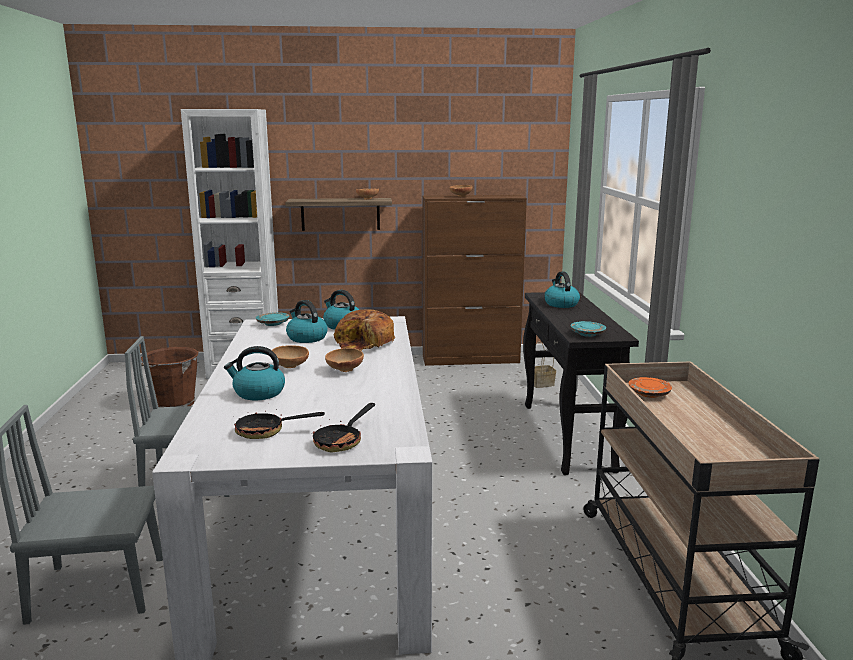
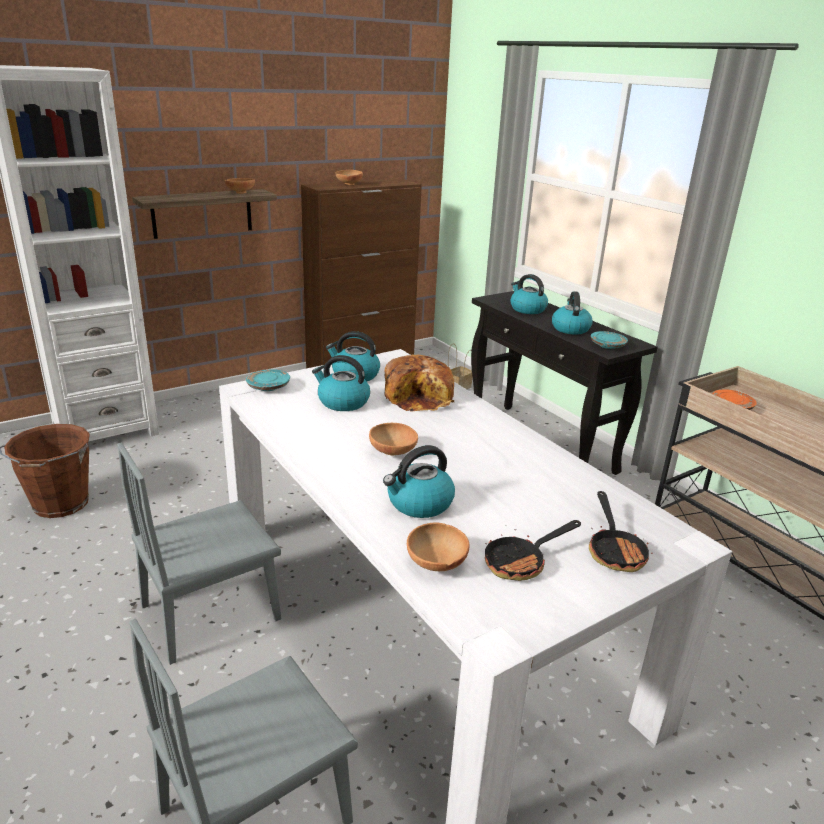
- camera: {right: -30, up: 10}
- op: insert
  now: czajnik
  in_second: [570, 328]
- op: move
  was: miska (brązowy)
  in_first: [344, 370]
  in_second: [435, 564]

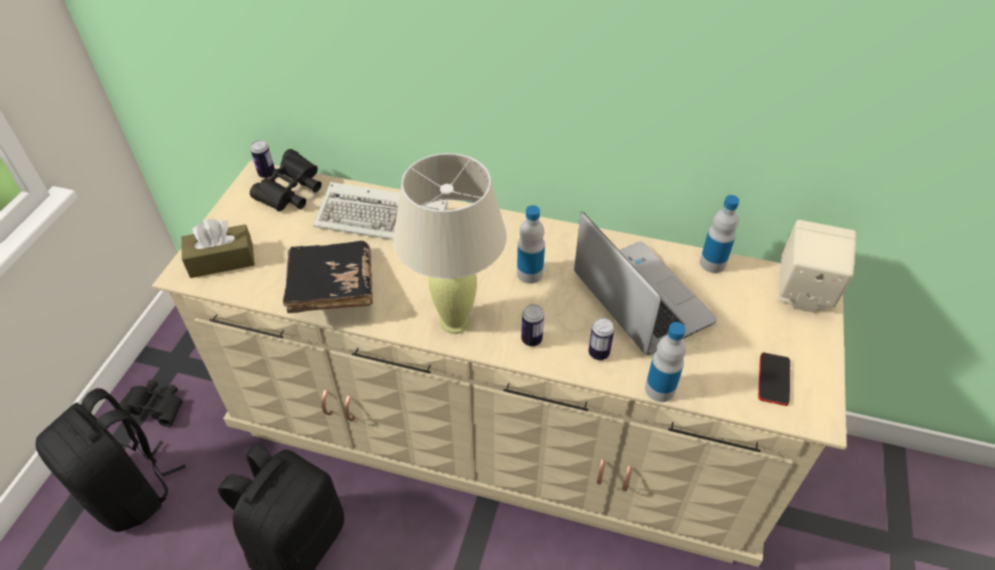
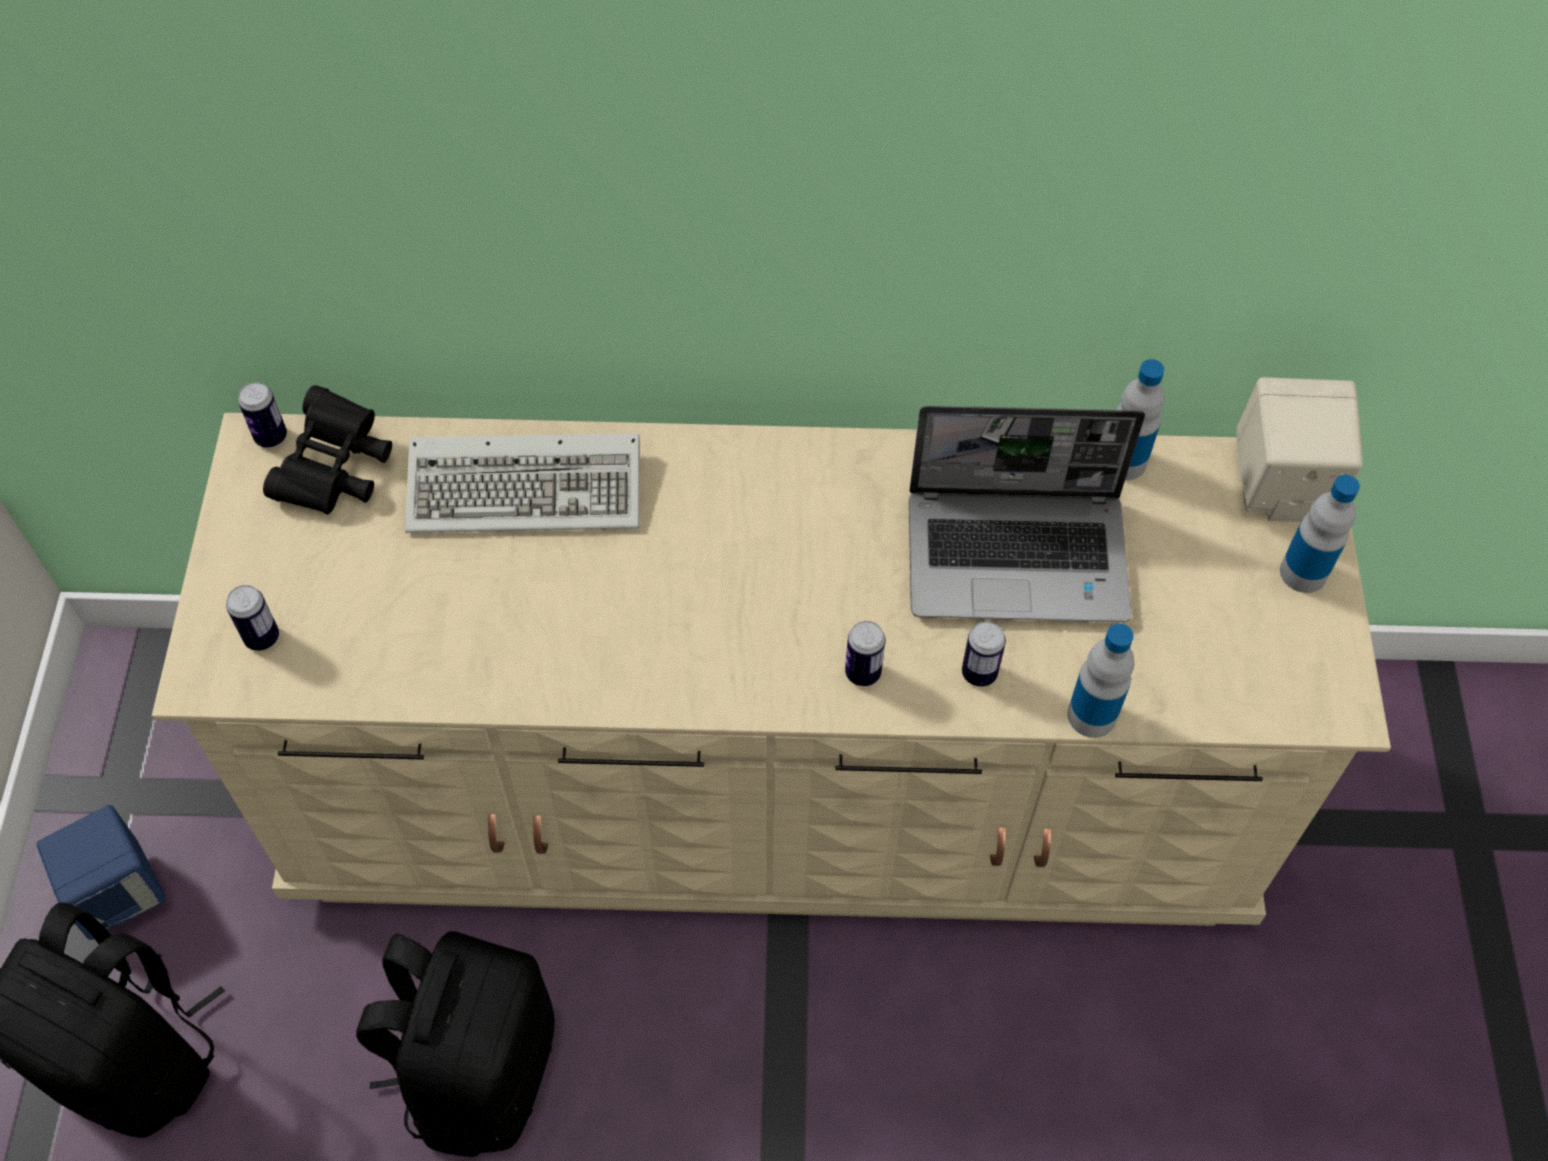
- camera: {right: -15, up: 10}
- op: delete
  was: książka (czarny)
  in_first: [331, 289]
- op: delete
  was: lampa stołowa (beżowy)
  in_first: [455, 321]
- op: delete
  was: telefon
  in_first: [774, 379]
- op: move
  was: butelka
  in_first: [529, 273]
  in_second: [1303, 573]
- op: replace
  was: lornetka (czarny)
  now: głośnik (niebieski)
  in_first: [157, 408]
  in_second: [120, 893]
- op: replace
  was: pudełko chusteczek (brązowy)
  now: puszka
  in_first: [222, 260]
  in_second: [262, 637]
- op: rotate
  was: laptop
  in_first: [639, 298]
  in_second: [1019, 555]
  clockwise: 135

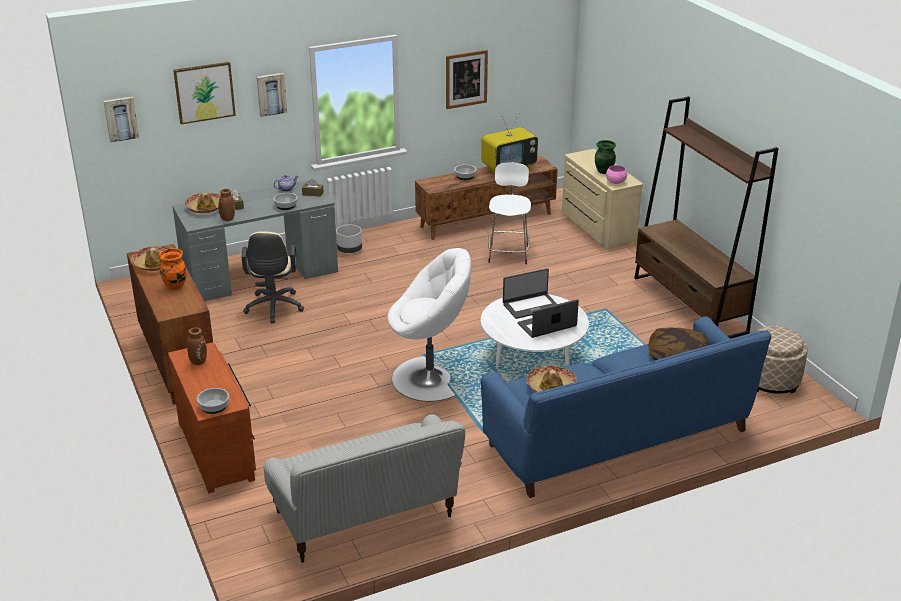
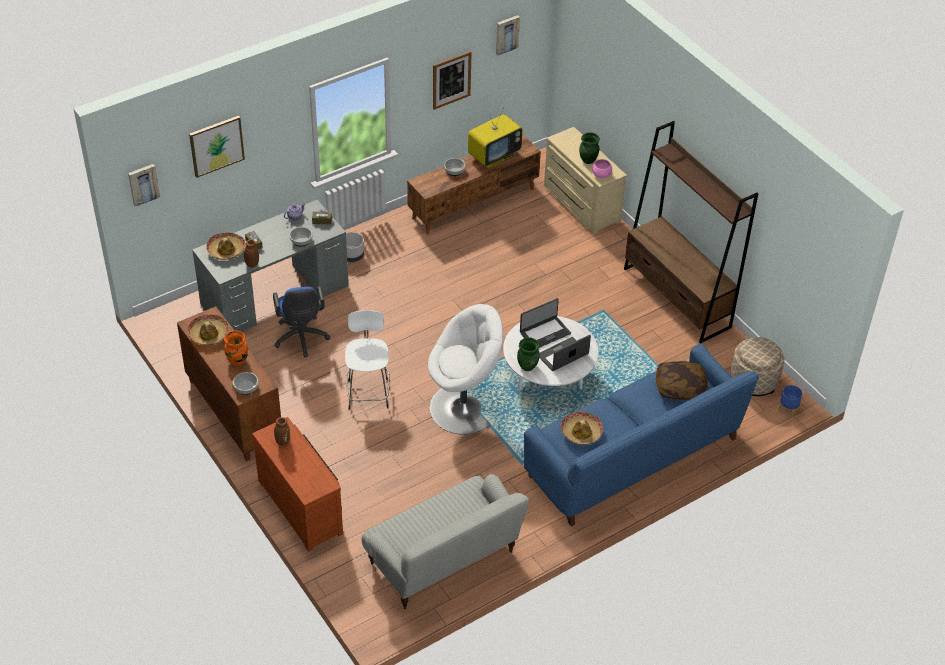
- camera: {right: -10, up: 15}
- op: insert
  now: wazon (zielony)
  in_second: [527, 366]
- op: insert
  now: donica (niebieski)
  in_second: [788, 409]
- op: move
  was: miska
  in_first: [214, 406]
  in_second: [246, 387]
- op: move
  was: obraz
  in_first: [271, 94]
  in_second: [506, 34]
- op: move
  was: stołek (biały)
  in_first: [508, 253]
  in_second: [368, 392]
- op: recolor
  was: krzesło biurowe (beżowy)
  now: krzesło biurowe (niebieski)
  in_first: [273, 309]
  in_second: [301, 339]

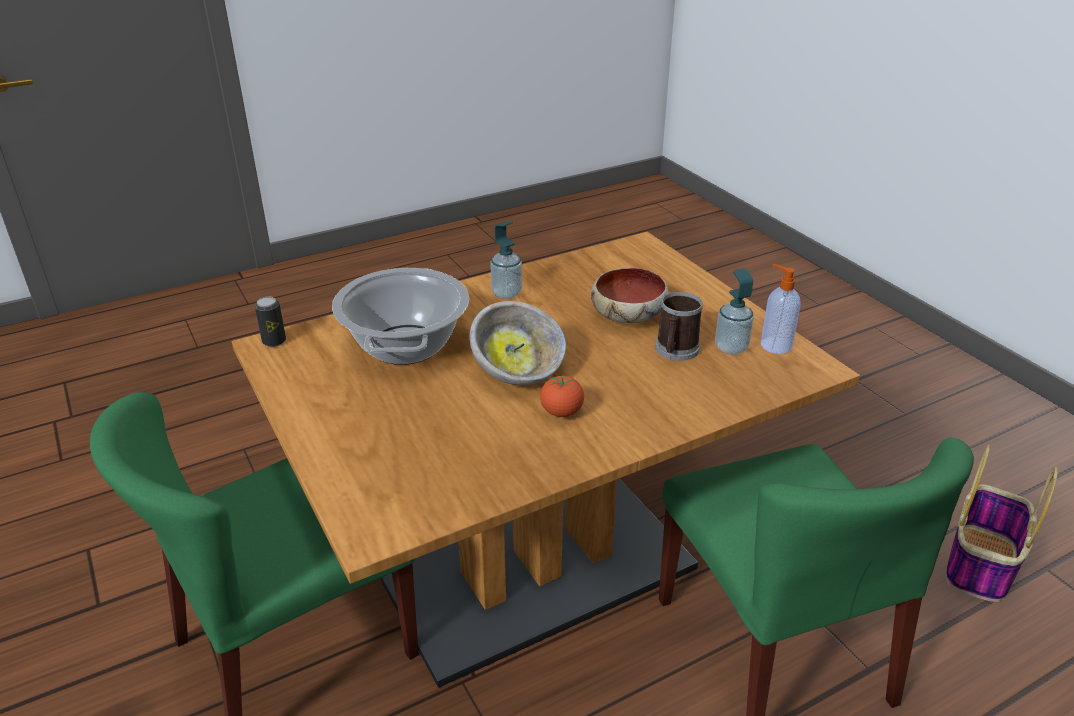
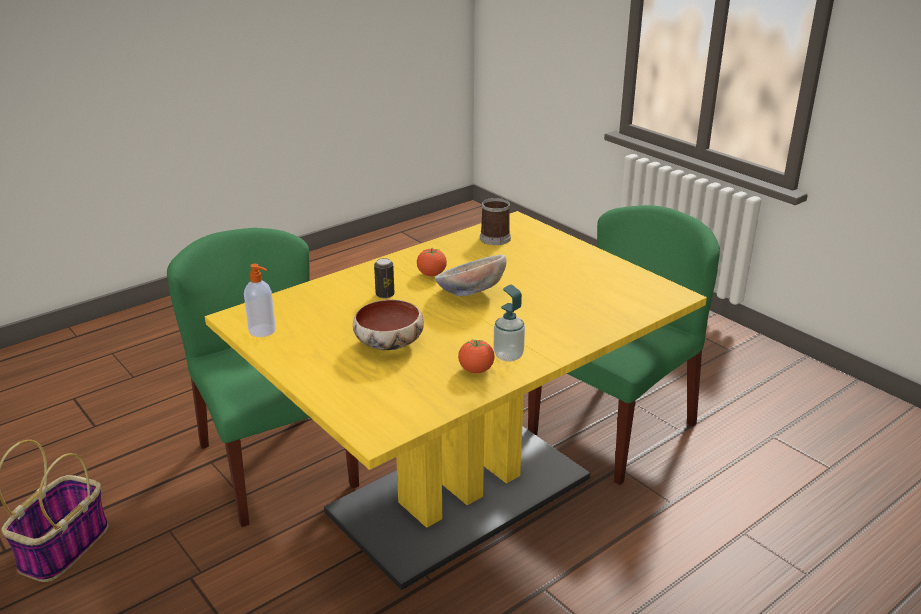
- camera: {right: 170, up: -5}
- op: delete
  was: garnek
  in_first: [405, 345]
- op: delete
  was: dozownik mydła
  in_first: [731, 348]
- op: insert
  now: pomidor
  in_second: [476, 370]
- op: move
  was: puszka
  in_first: [274, 341]
  in_second: [385, 294]
- op: move
  was: kubek
  in_first: [675, 351]
  in_second: [496, 237]
- op: recolor
  was: stół jadalny (brązowy)
  now: stół jadalny (żółty)
  in_first: [537, 570]
  in_second: [460, 495]

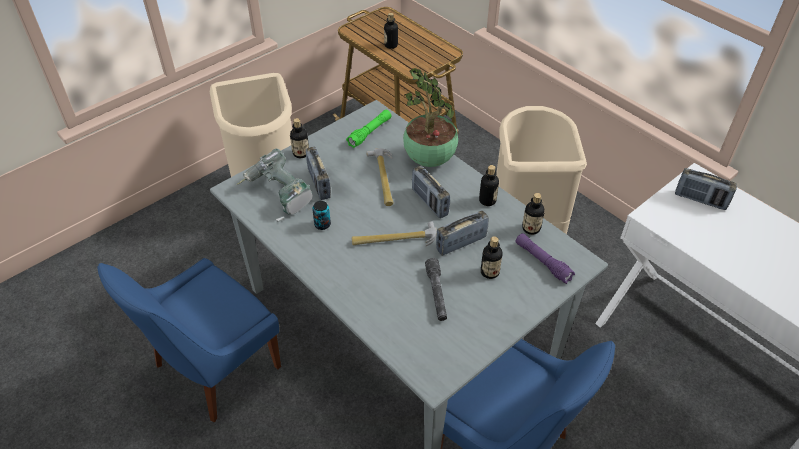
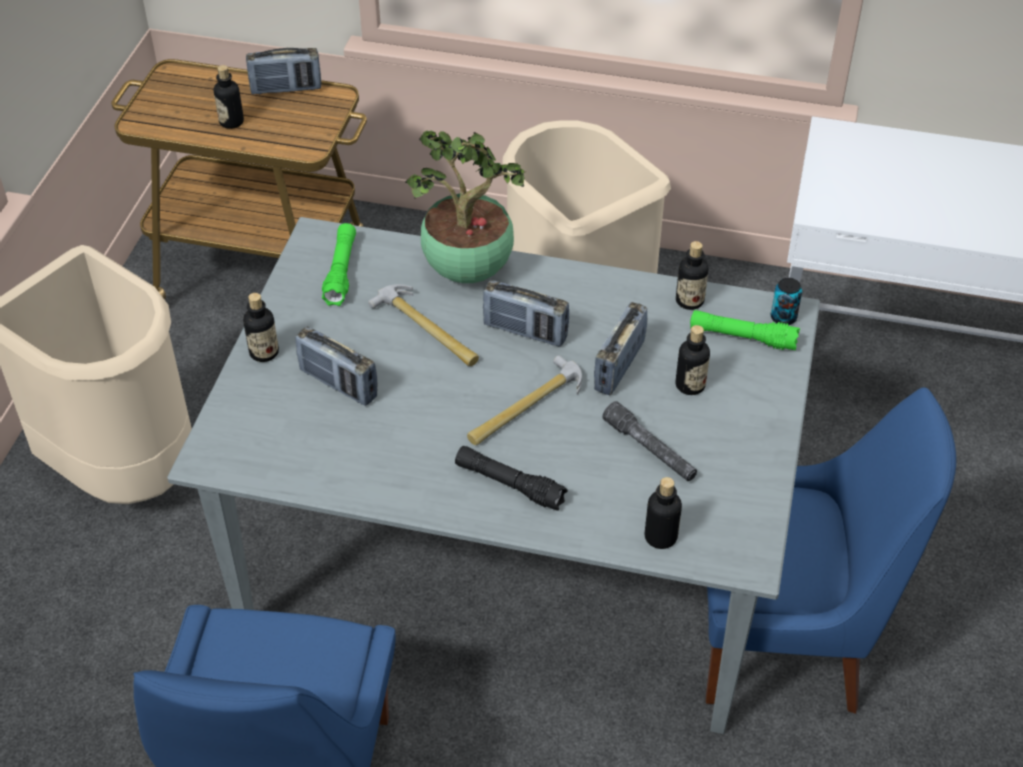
- camera: {right: -35, up: 0}
- op: delete
  was: wiertarka
  in_first: [277, 195]
- op: insert
  now: latarka (czarny)
  in_second: [509, 485]
- op: move
  was: puszka
  in_first: [322, 225]
  in_second: [783, 318]
- op: move
  was: butelka
  in_first: [487, 200]
  in_second: [660, 537]
- op: move
  was: radio
  in_first: [700, 200]
  in_second: [286, 89]
- op: recolor
  was: latarka (fioletowy)
  now: latarka (zielony)
  in_first: [542, 262]
  in_second: [742, 337]

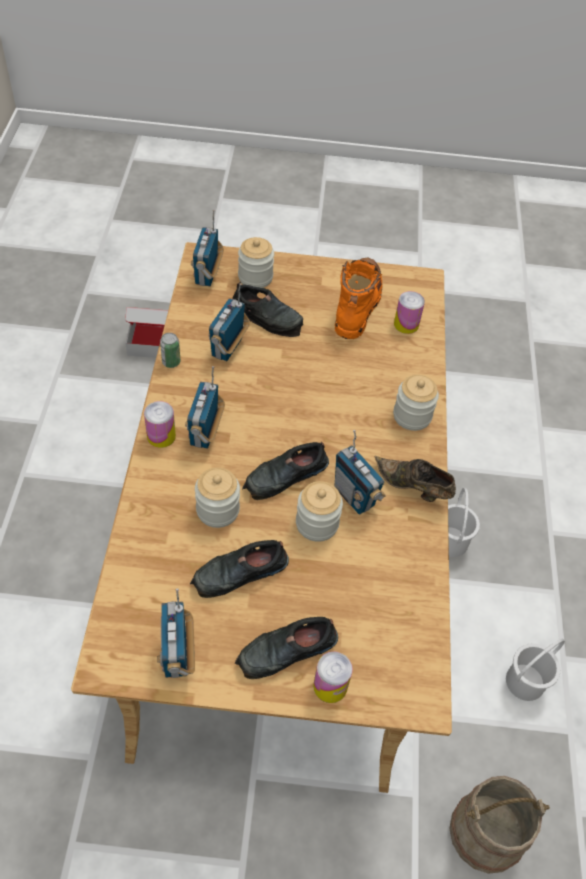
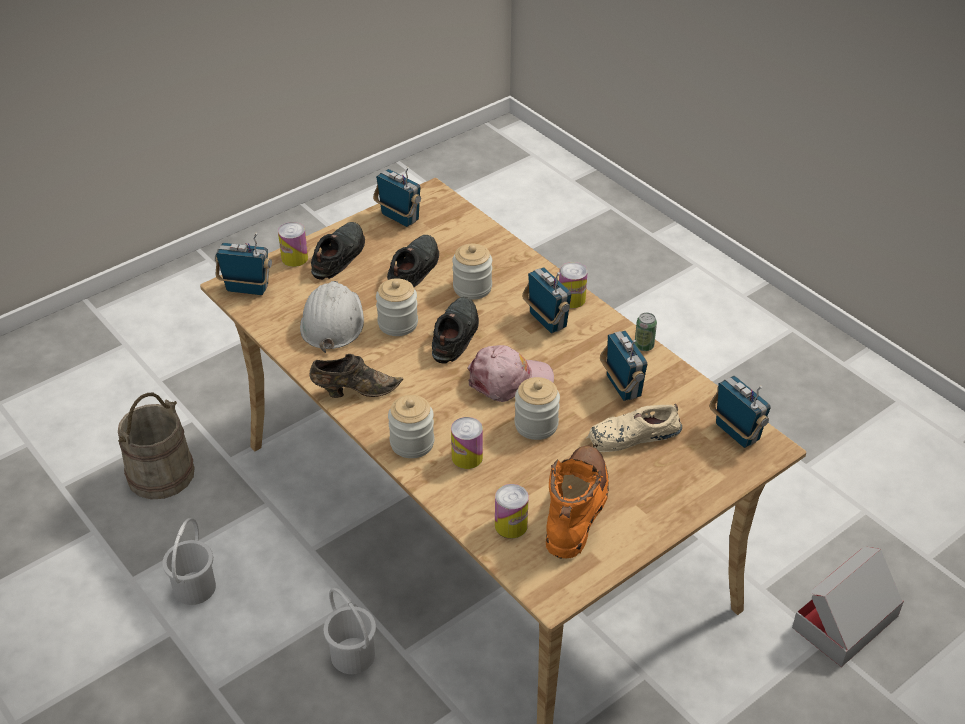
- camera: {right: 140, up: -10}
- op: insert
  now: kask (biały)
  in_second: [332, 322]
- op: insert
  now: puszka
  in_second: [467, 457]
- op: insert
  now: czapka z daszkiem (różowy)
  in_second: [510, 380]
- op: move
  was: słoik
  in_first: [255, 277]
  in_second: [536, 425]
- op: move
  was: radio
  in_first: [354, 496]
  in_second: [247, 289]
- op: recolor
  was: but (czarny)
  now: but (beżowy)
  in_first: [268, 317]
  in_second: [632, 436]
- op: rotate
  was: but z cholewką (pomarańczowy)
  in_first: [357, 305]
  in_second: [576, 509]
  clockwise: -135

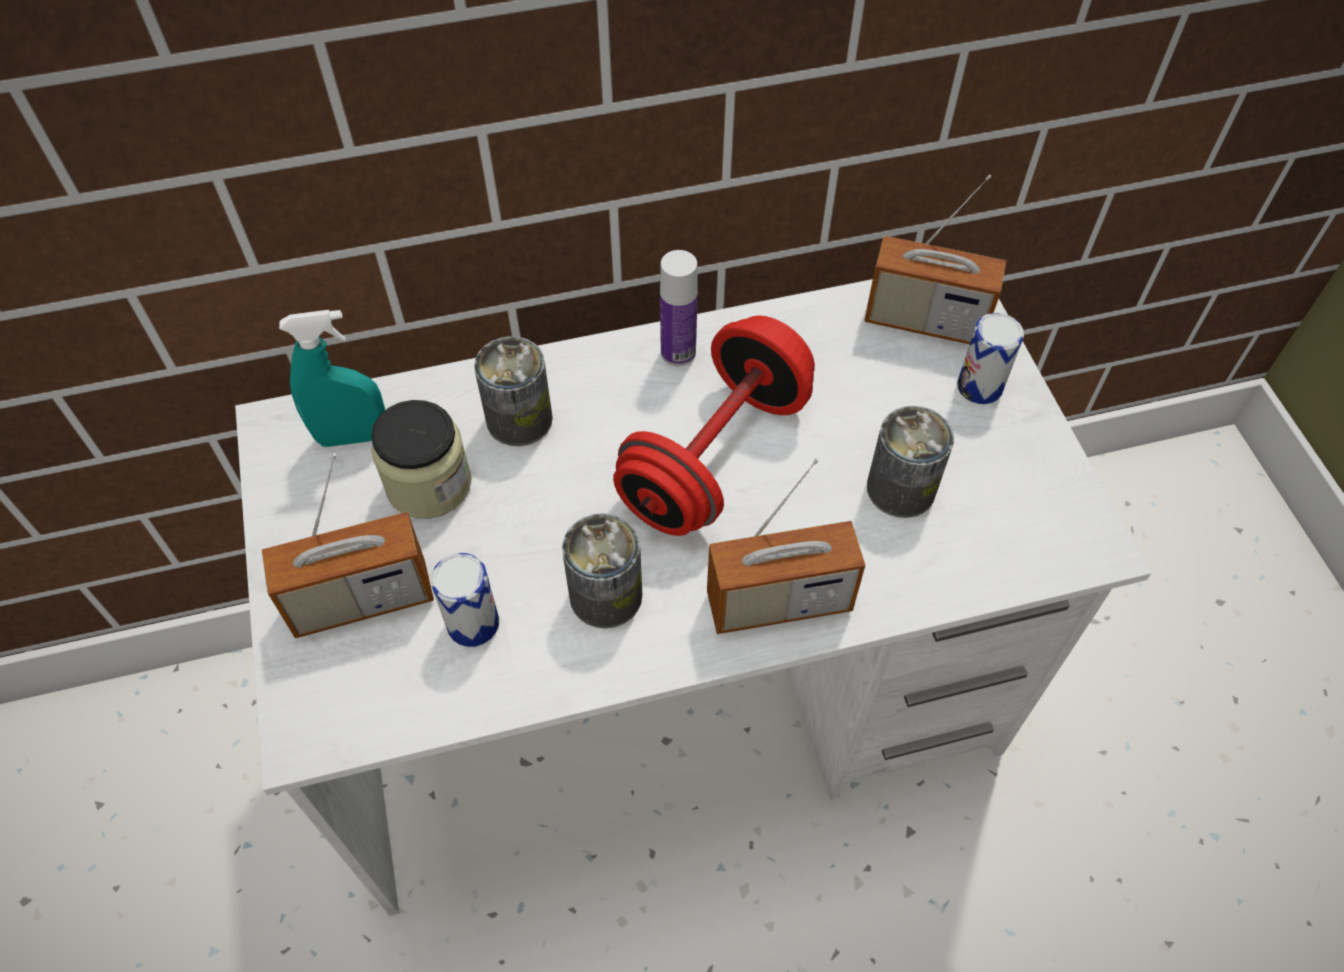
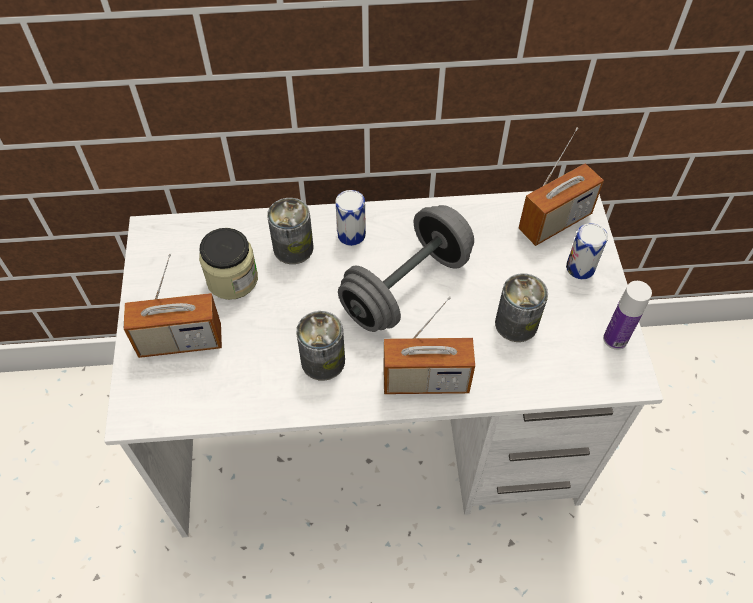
- camera: {right: 10, up: 0}
- op: delete
  was: spryskiwacz (turkusowy)
  in_first: [352, 436]
- op: move
  was: puszka
  in_first: [473, 623]
  in_second: [351, 234]
- op: move
  was: butelka
  in_first: [678, 353]
  in_second: [615, 339]
- op: recolor
  was: hantel (czerwony)
  now: hantel (szary)
  in_first: [715, 456]
  in_second: [406, 287]
- op: rotate
  was: radio
  in_first: [925, 321]
  in_second: [555, 222]
  clockwise: -60

